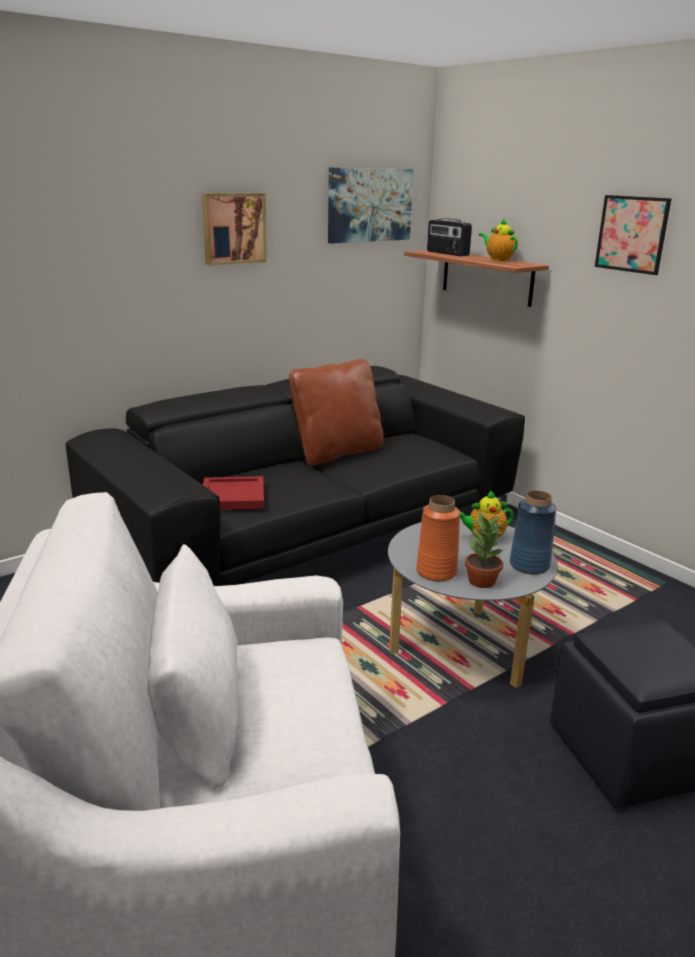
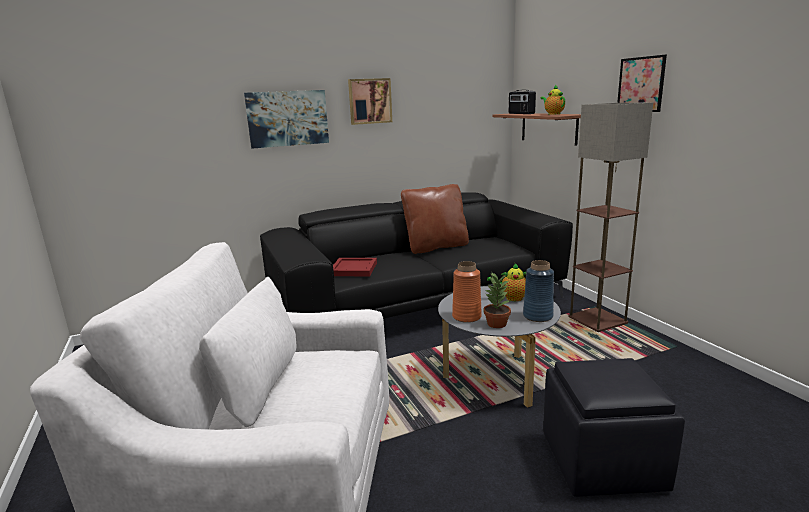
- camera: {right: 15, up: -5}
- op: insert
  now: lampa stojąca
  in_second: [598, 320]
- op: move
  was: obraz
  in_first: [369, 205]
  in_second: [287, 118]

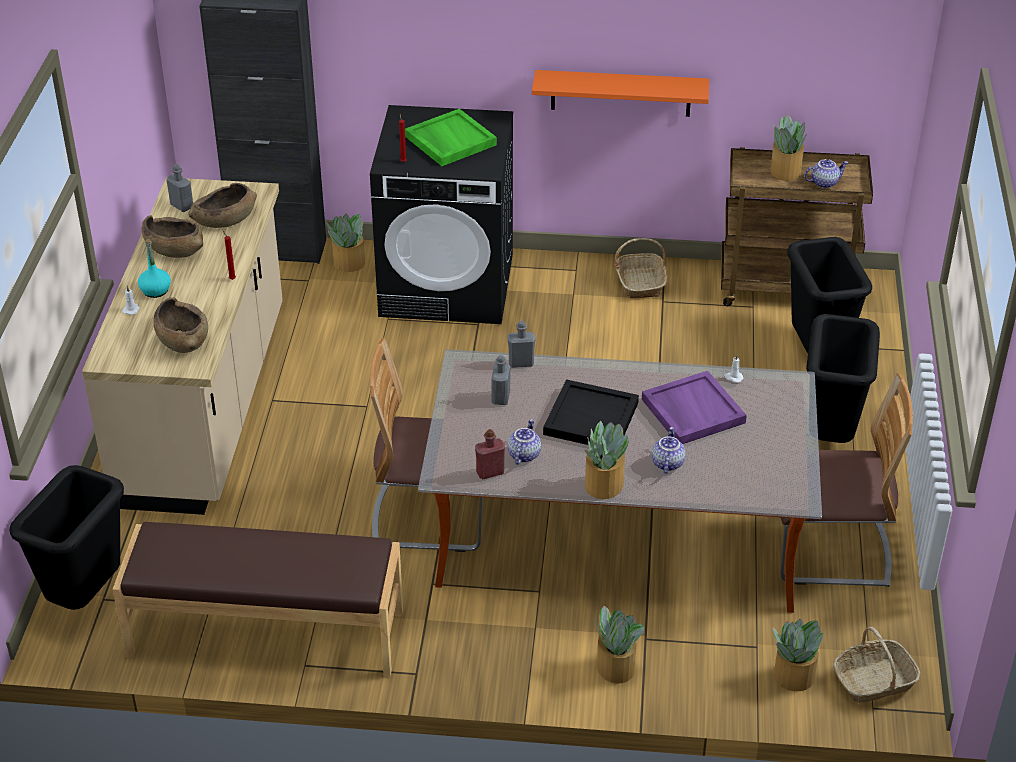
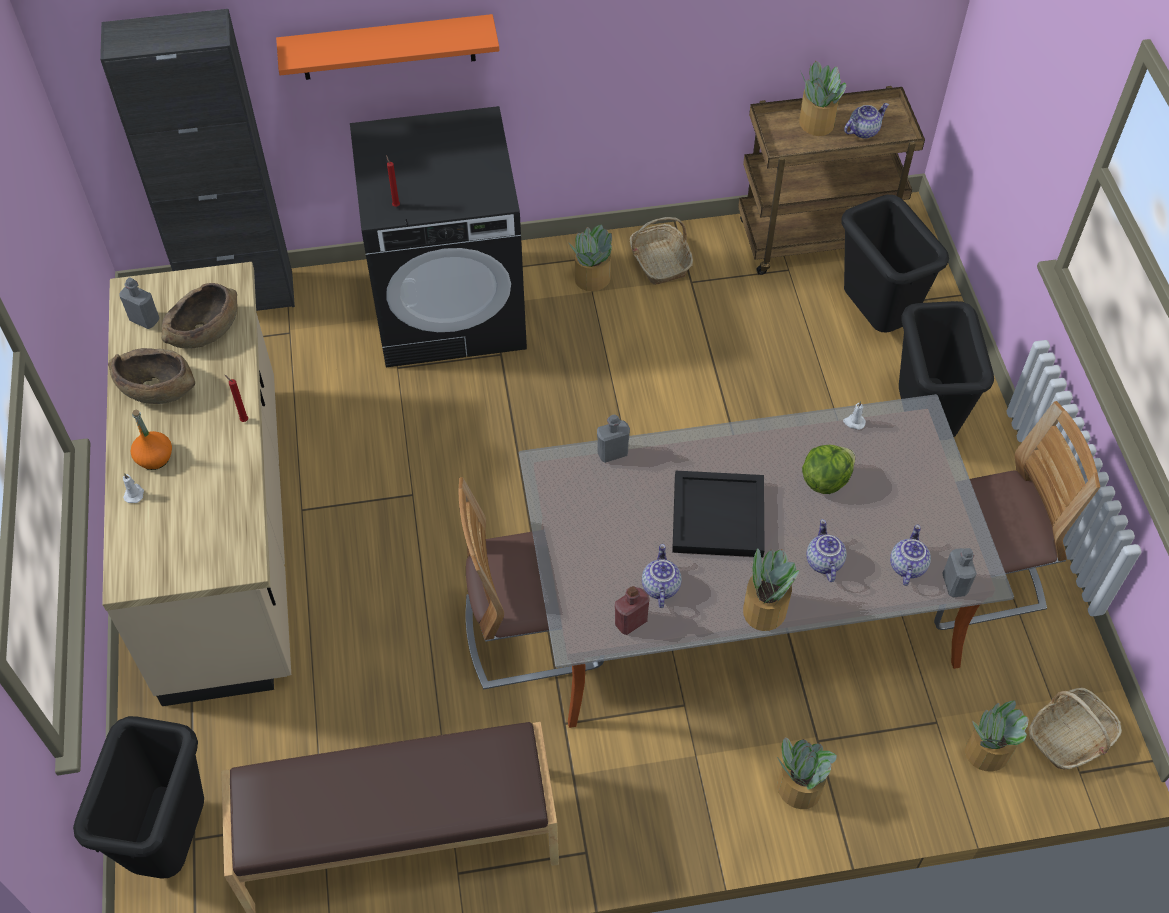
- camera: {right: -15, up: 15}
- op: delete
  was: miska (brązowy)
  in_first: [182, 339]
- op: delete
  was: taca (zielony)
  in_first: [449, 140]
- op: insert
  now: imbryk
  in_second: [906, 565]
- op: move
  was: roślina doniczkowa
  in_first: [348, 263]
  in_second: [591, 278]
- op: move
  was: butelka (szary)
  in_first: [500, 398]
  in_second: [954, 584]
- op: move
  was: półka (pomarańczowy)
  in_first: [620, 93]
  in_second: [388, 47]
- op: replace
  was: taca (fioletowy)
  now: sałata
  in_first: [692, 411]
  in_second: [825, 480]
- op: recolor
  was: butelka (turkusowy)
  now: butelka (pomarańczowy)
  in_first: [155, 290]
  in_second: [155, 458]

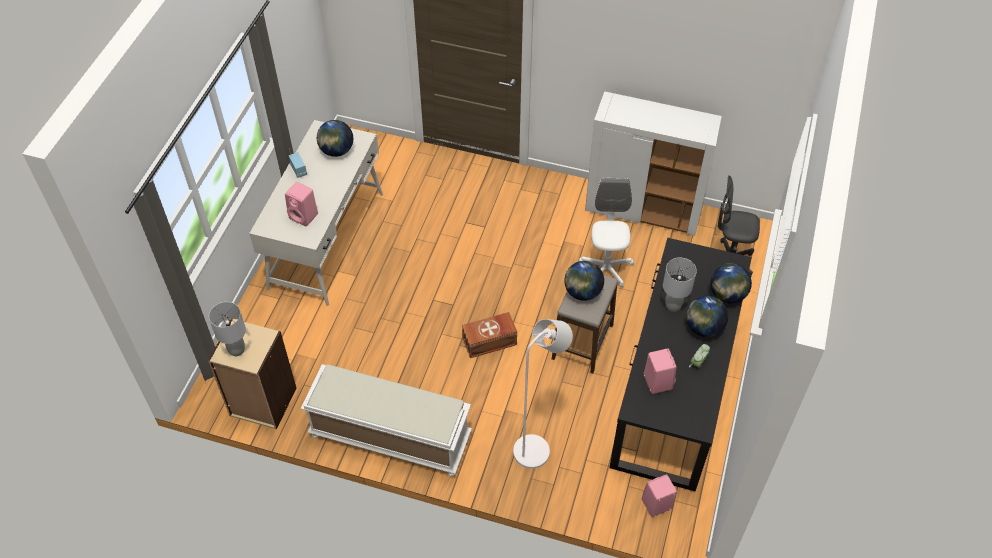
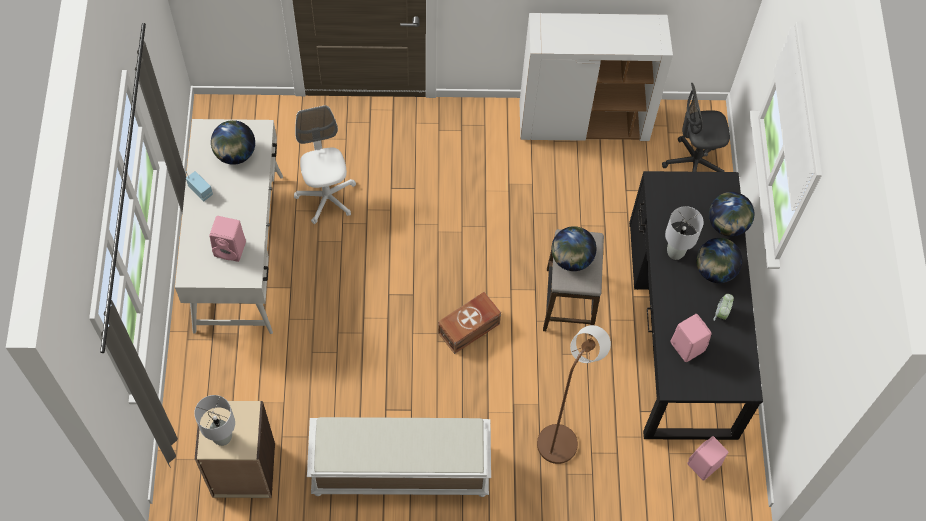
- camera: {right: -20, up: 10}
- op: move
  was: krzesło biurowe (biały)
  in_first: [605, 269]
  in_second: [326, 197]
- op: recolor
  was: lampa stojąca (biały)
  now: lampa stojąca (brązowy)
  in_first: [537, 447]
  in_second: [561, 437]

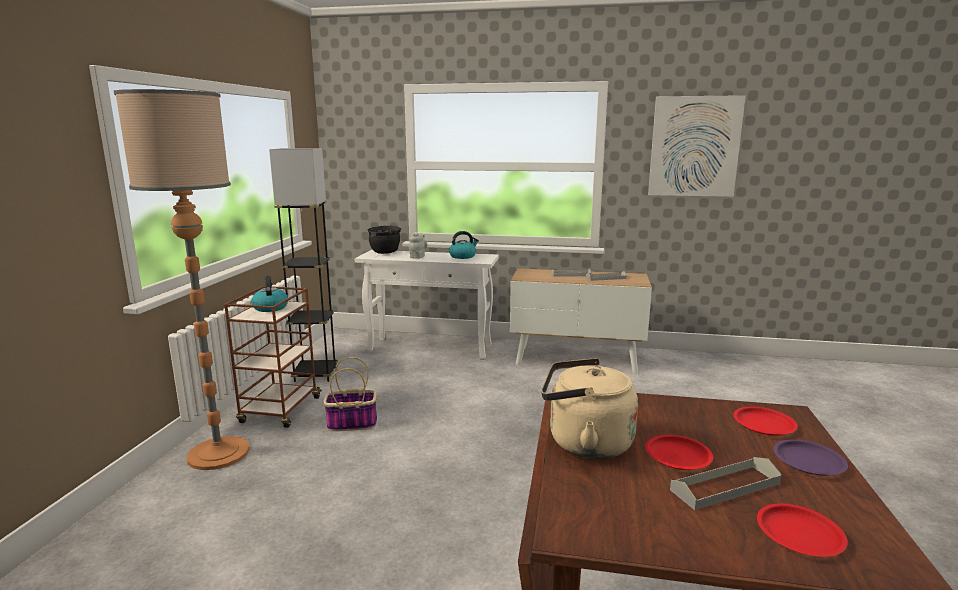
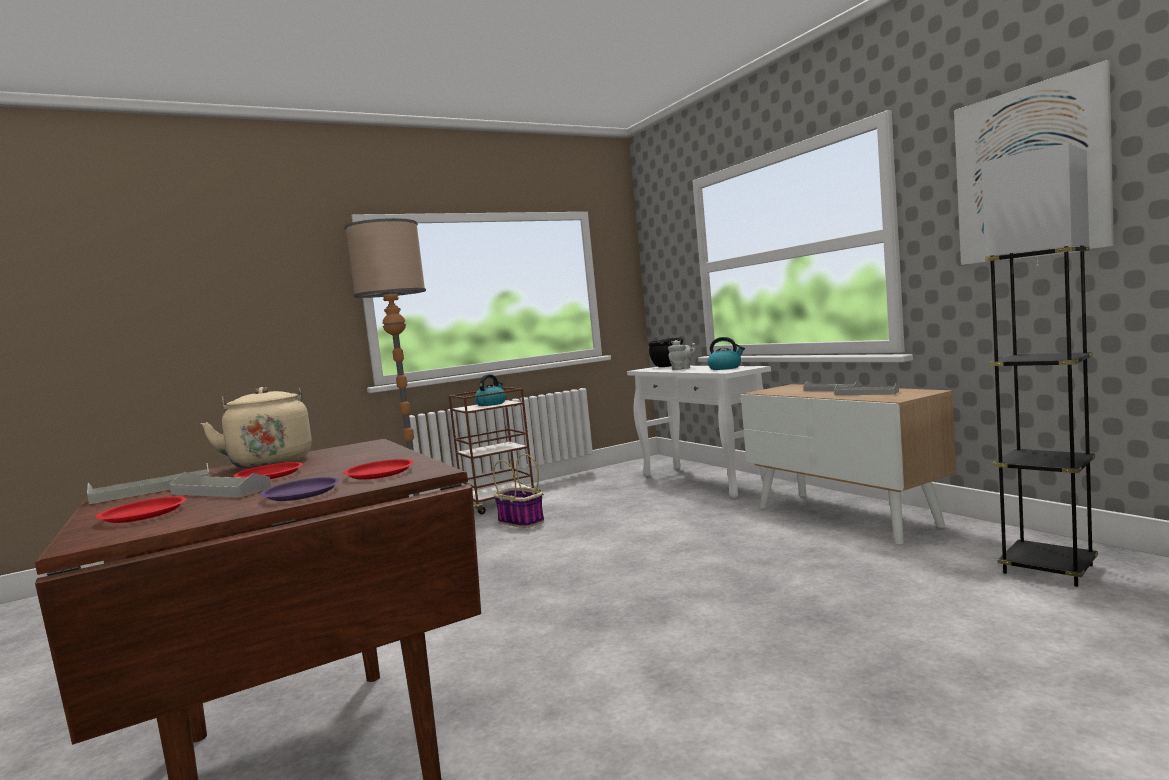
- camera: {right: 50, up: -10}
- op: insert
  now: taca (szary)
  in_second: [152, 490]
- op: move
  was: lampa stojąca (szary)
  in_first: [315, 374]
  in_second: [1048, 569]

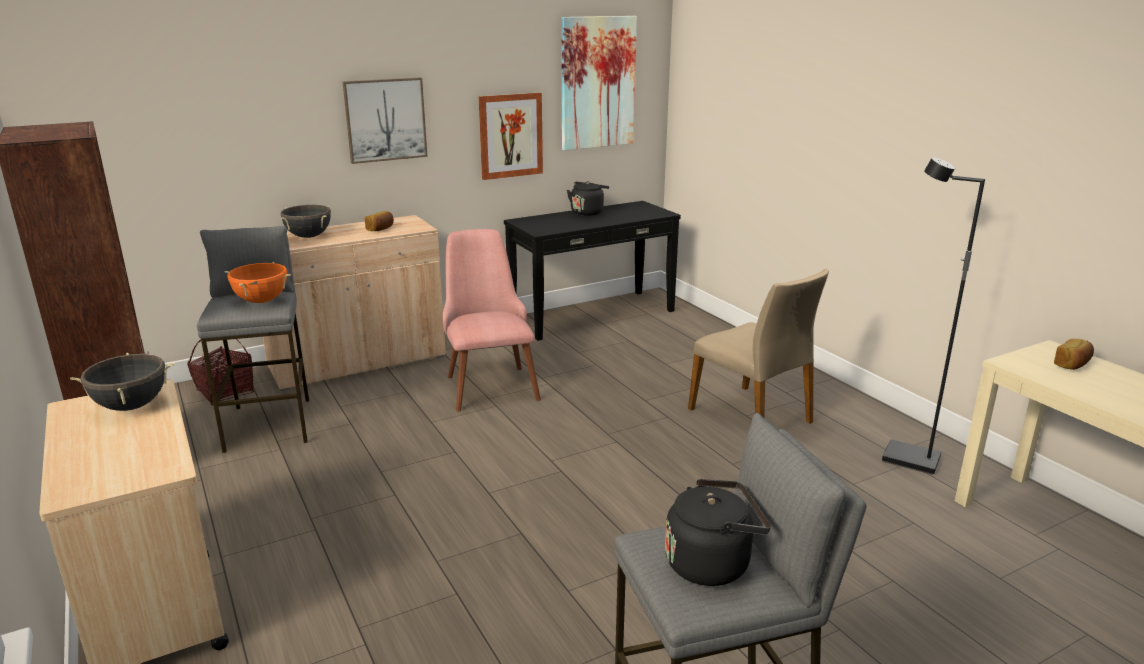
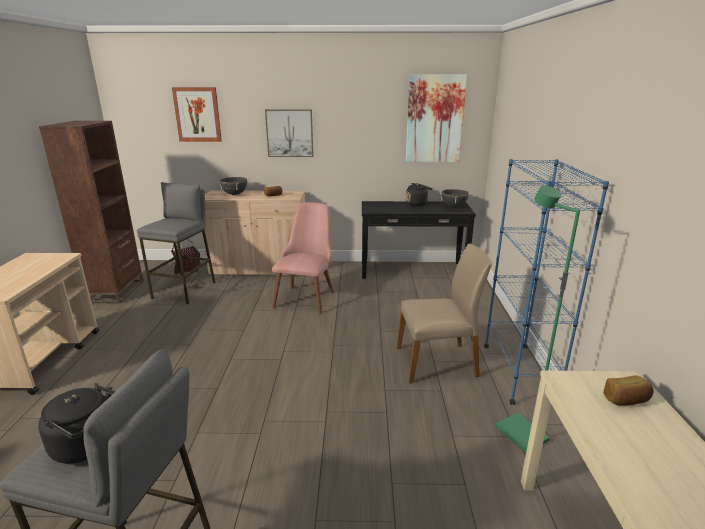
- camera: {right: 30, up: 0}
- op: delete
  was: garnek (pomarańczowy)
  in_first: [261, 301]
- op: insert
  now: regał (niebieski)
  in_second: [519, 373]
- op: move
  was: garnek (czarny)
  in_first: [131, 406]
  in_second: [453, 206]
- op: move
  was: obraz
  in_first: [510, 135]
  in_second: [197, 114]
- op: recolor
  was: lampa stojąca (czarny)
  now: lampa stojąca (zielony)
  in_first: [909, 460]
  in_second: [520, 434]
- op: rotate
  was: krzesło (beżowy)
  in_first: [752, 415]
  in_second: [437, 362]
  clockwise: -90

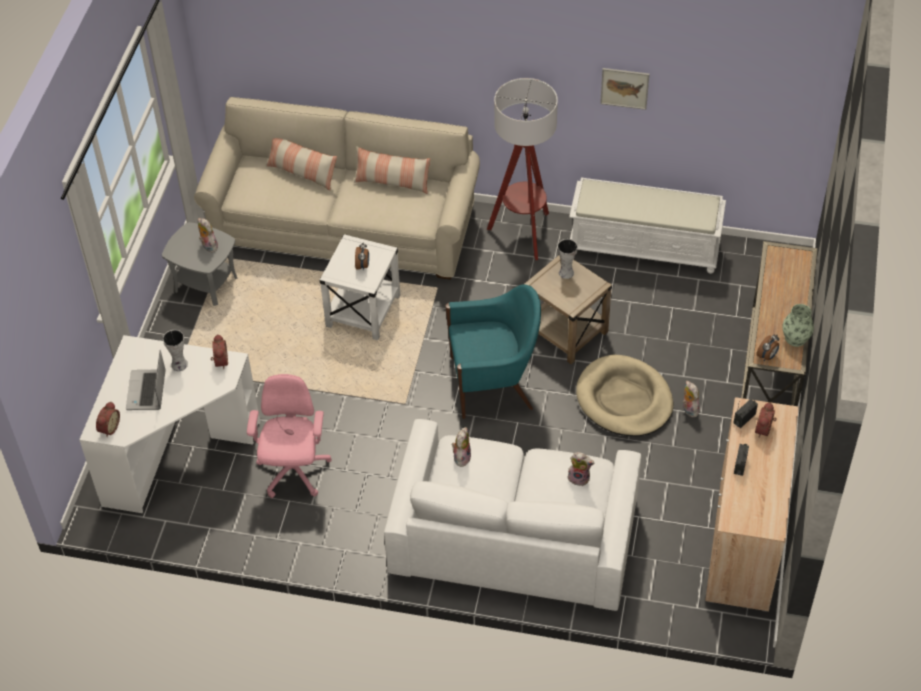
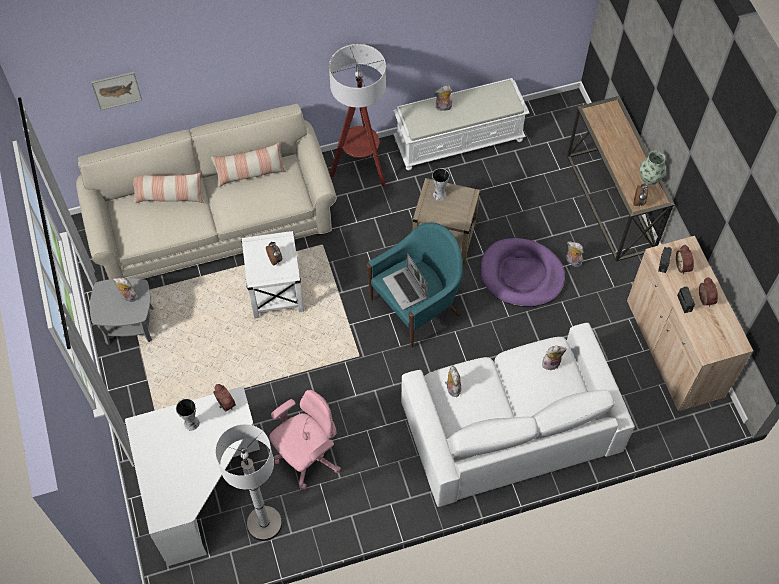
- camera: {right: -30, up: 10}
- op: insert
  now: lampa stojąca (biały)
  in_second: [264, 523]
- op: insert
  now: pluszak
  in_second: [443, 107]
- op: move
  was: budzik
  in_first: [108, 428]
  in_second: [704, 299]
- op: move
  was: laptop
  in_first: [147, 391]
  in_second: [406, 289]
- op: move
  was: obraz
  in_first: [624, 88]
  in_second: [116, 90]
- op: recolor
  was: legowisko (beżowy)
  now: legowisko (fioletowy)
  in_first: [624, 399]
  in_second: [521, 275]
- op: rotate
  was: krzesło biurowe (różowy)
  in_first: [293, 472]
  in_second: [308, 457]
  clockwise: 75

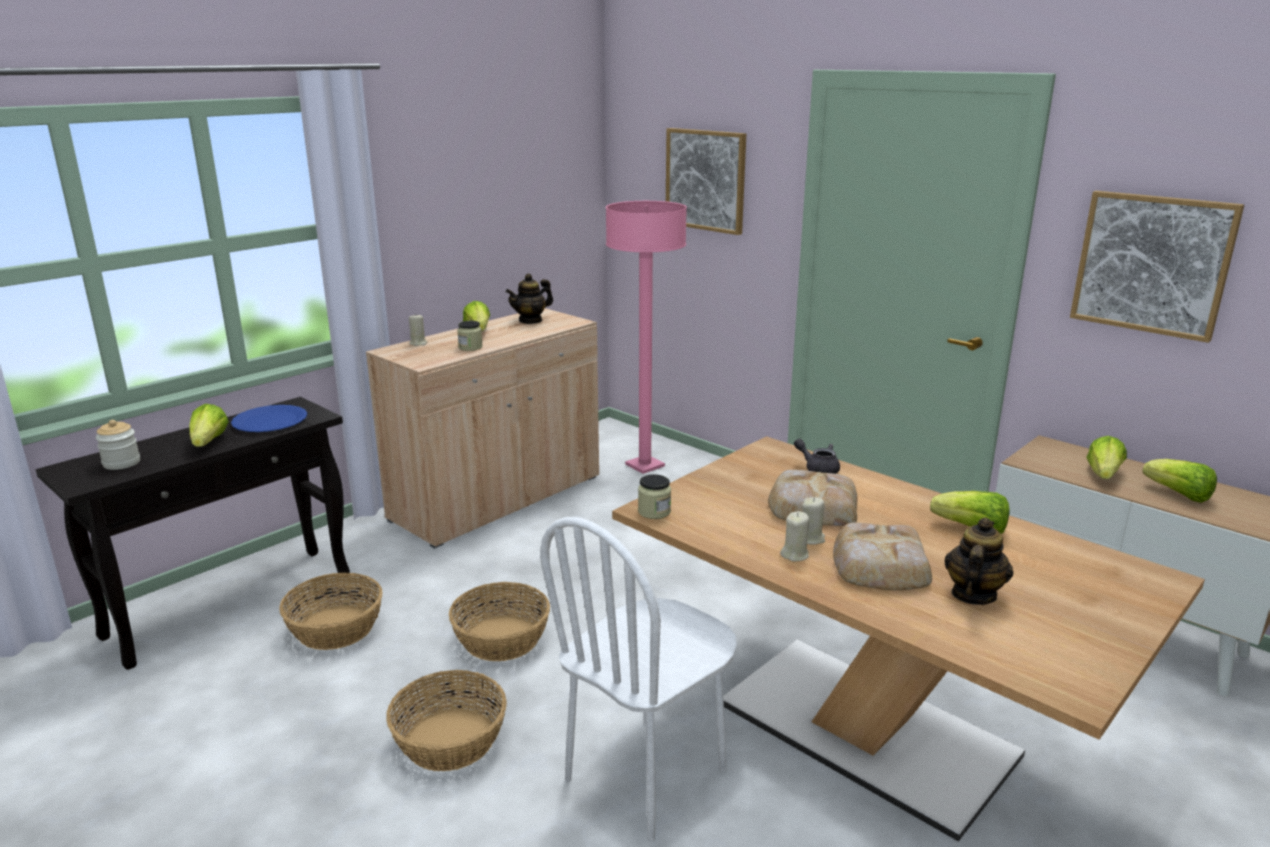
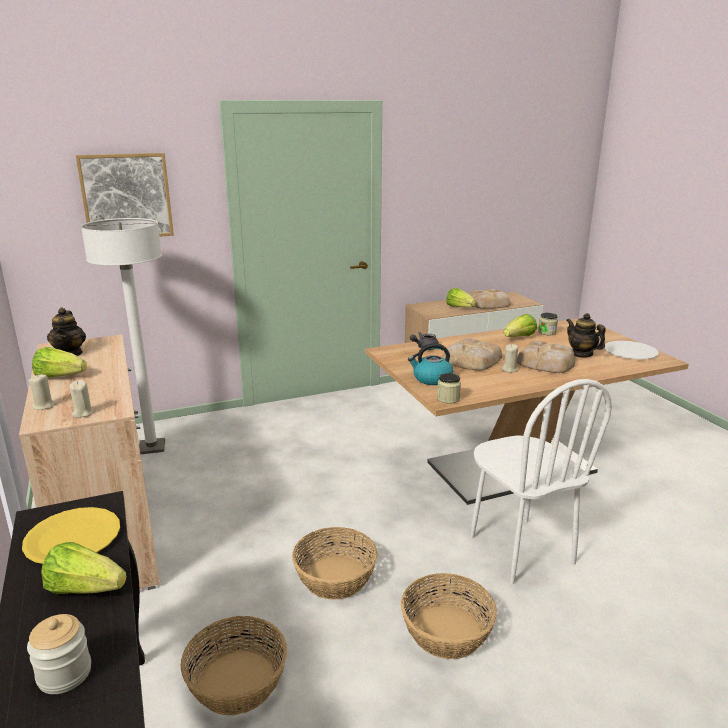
- camera: {right: -65, up: 0}
- op: delete
  was: obraz
  in_first: [1152, 264]
- op: insert
  now: czajnik
  in_second: [431, 379]
- op: insert
  now: talerz (biały)
  in_second: [630, 352]
- op: move
  was: słoik
  in_first: [470, 347]
  in_second: [547, 332]
- op: move
  was: świeca (beżowy)
  in_first: [794, 554]
  in_second: [82, 413]
- op: replace
  was: sałata
  now: chleb
  in_first: [1178, 495]
  in_second: [489, 303]
- op: recolor
  was: talerz (niebieski)
  now: talerz (żółty)
  in_first: [270, 421]
  in_second: [72, 538]
- op: recolor
  was: lampa stojąca (różowy)
  now: lampa stojąca (biały)
  in_first: [645, 466]
  in_second: [152, 447]

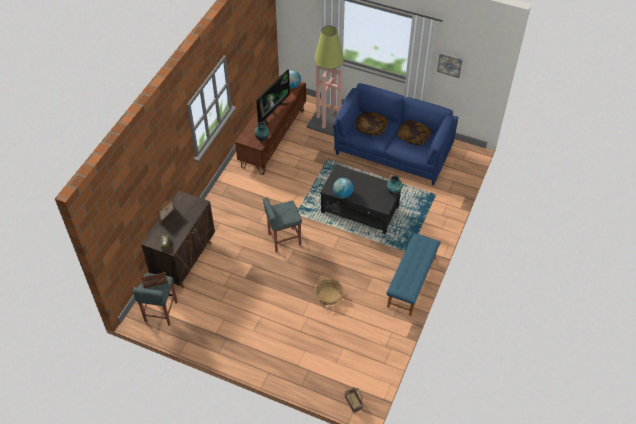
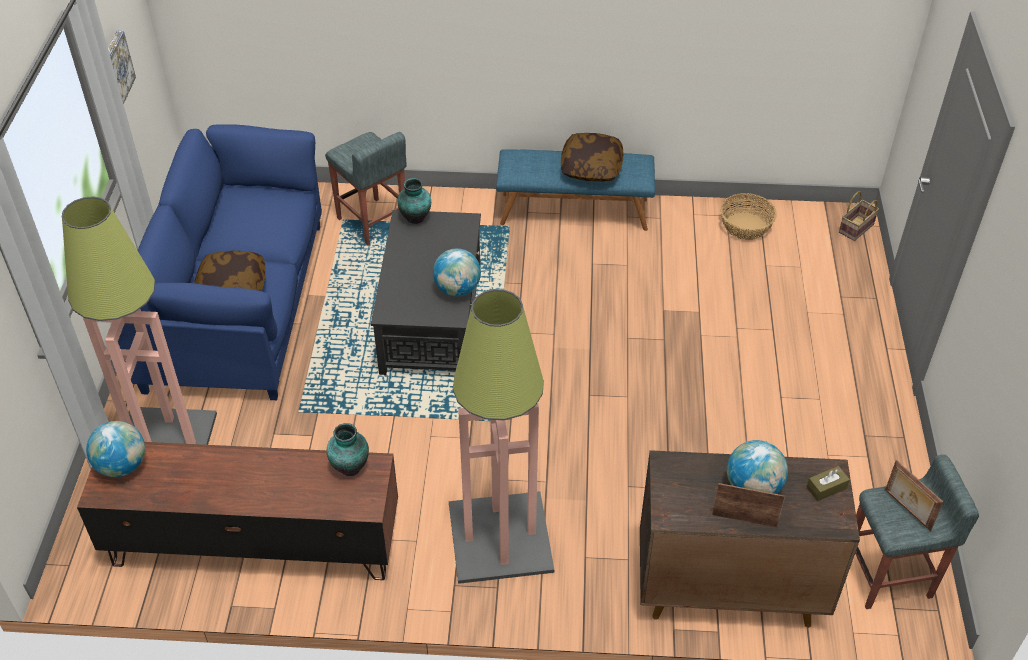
- camera: {right: -110, up: -5}
- op: delete
  was: telewizor
  in_first: [272, 112]
- op: insert
  now: lampa stojąca
  in_second: [501, 538]
- op: insert
  now: globus
  in_second: [753, 488]
- op: move
  was: stołek (szary)
  in_first: [284, 239]
  in_second: [372, 222]
- op: move
  was: koszyk
  in_first: [328, 296]
  in_second: [746, 226]
- op: move
  was: poduszka
  in_first: [413, 136]
  in_second: [591, 167]

